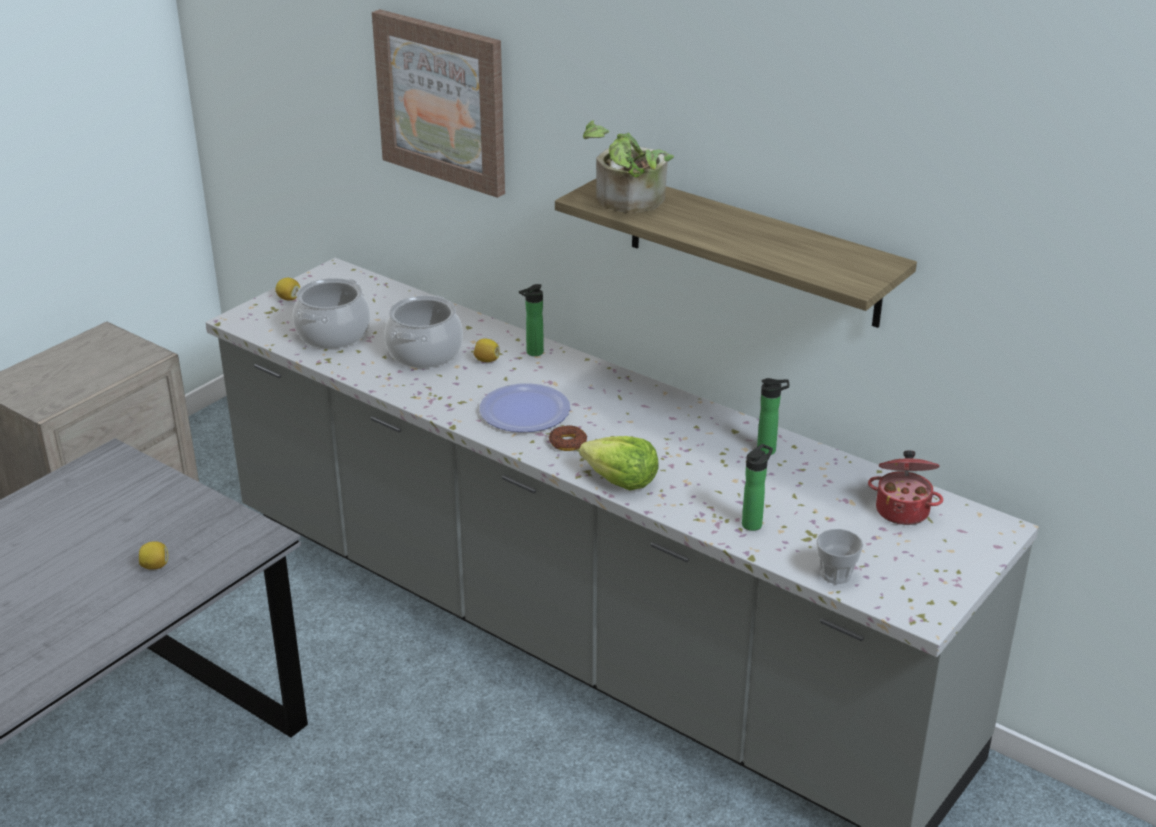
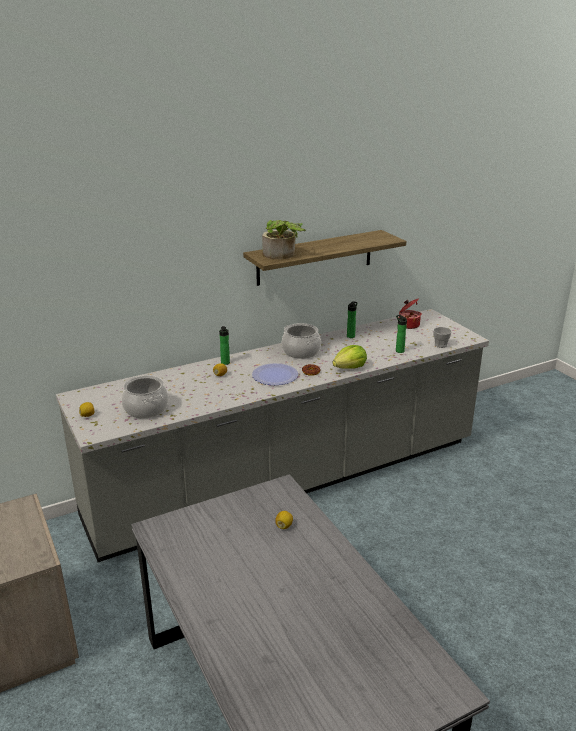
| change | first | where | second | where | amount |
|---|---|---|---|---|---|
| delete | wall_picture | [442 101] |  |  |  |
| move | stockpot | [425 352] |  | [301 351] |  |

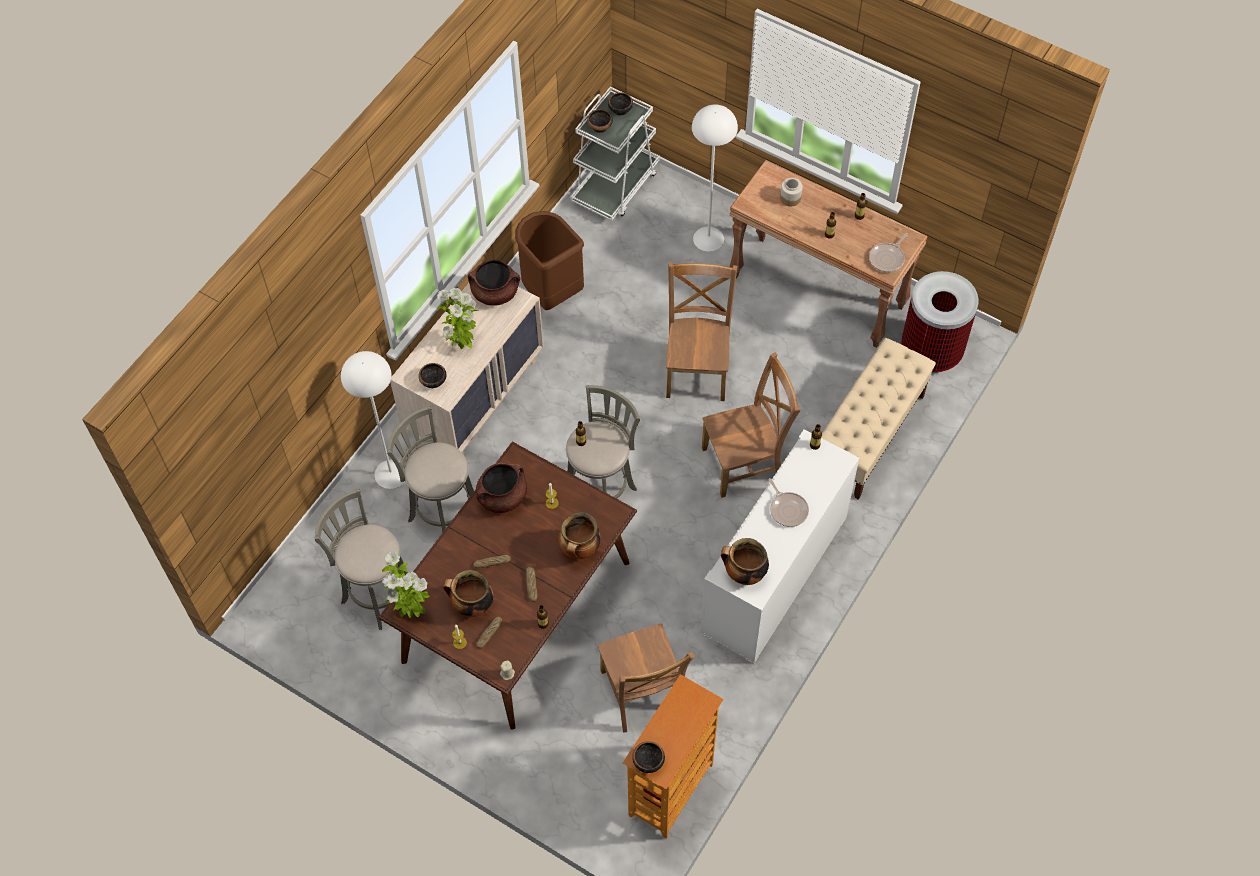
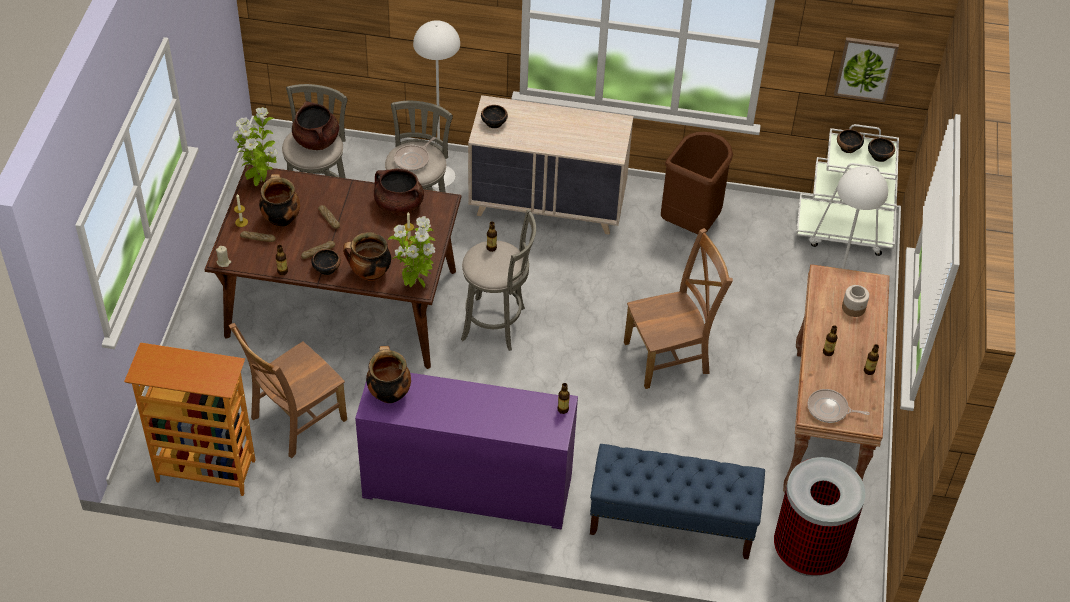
| change | first | where | second | where | amount |
|---|---|---|---|---|---|
| delete | brown_plain_chair | [746 463] |  |  |  |
| insert |  |  | wall_picture | [865 68] |  |
| move | plant_in_a_pot | [462 345] |  | [416 284] |  |
| move | brown_stockpot | [495 293] |  | [316 140] |  |
| move | deep_dish | [648 761] |  | [326 268] |  |
| move | skillet | [788 509] |  | [413 159] |  |
| recolor | white-coloured_cupboard | [774 575] | purple-coloured_cupboard | [467 487] |  |
| recolor | beige_long_seat | [868 435] | blue_long_seat | [671 522] |  |

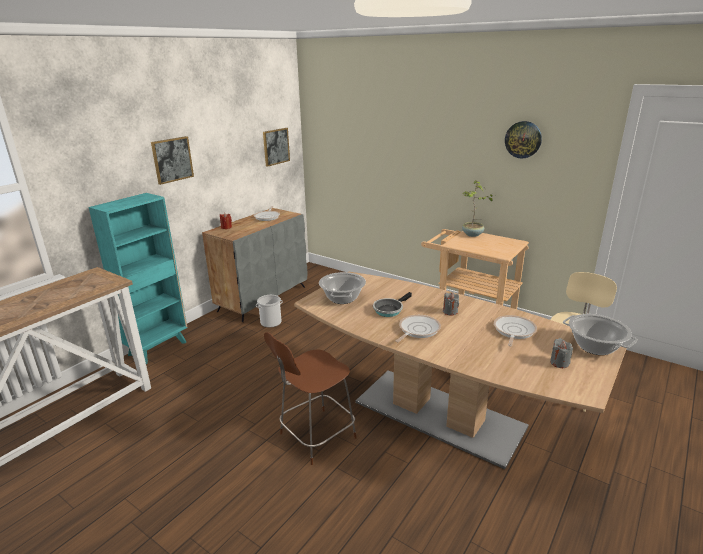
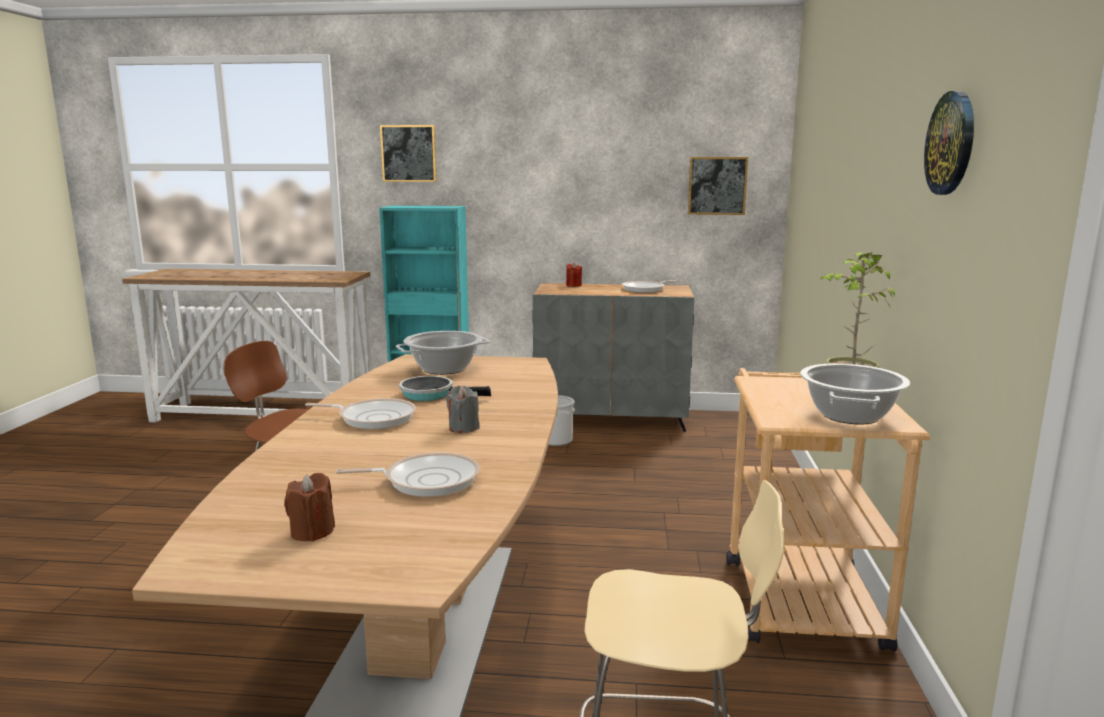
| change | first | where | second | where | amount |
|---|---|---|---|---|---|
| move | wall_picture | [172 159] |  | [409 153] |  |
| move | stockpot | [595 347] |  | [850 415] |  |
| recolor | gray_wax_candle | [559 363] | brown_wax_candle | [312 532] |  |

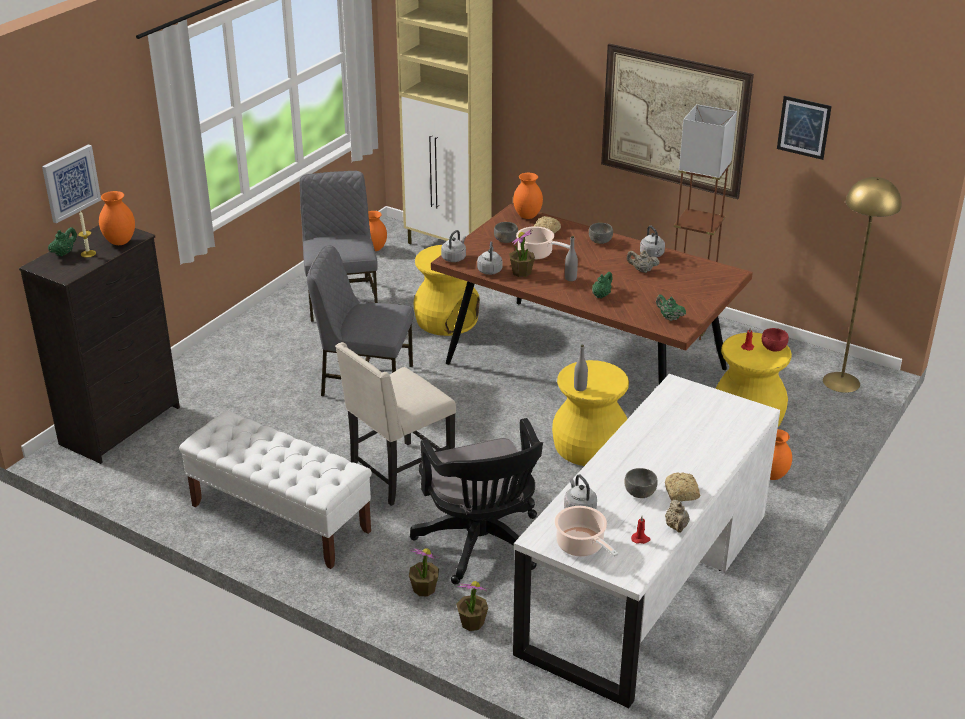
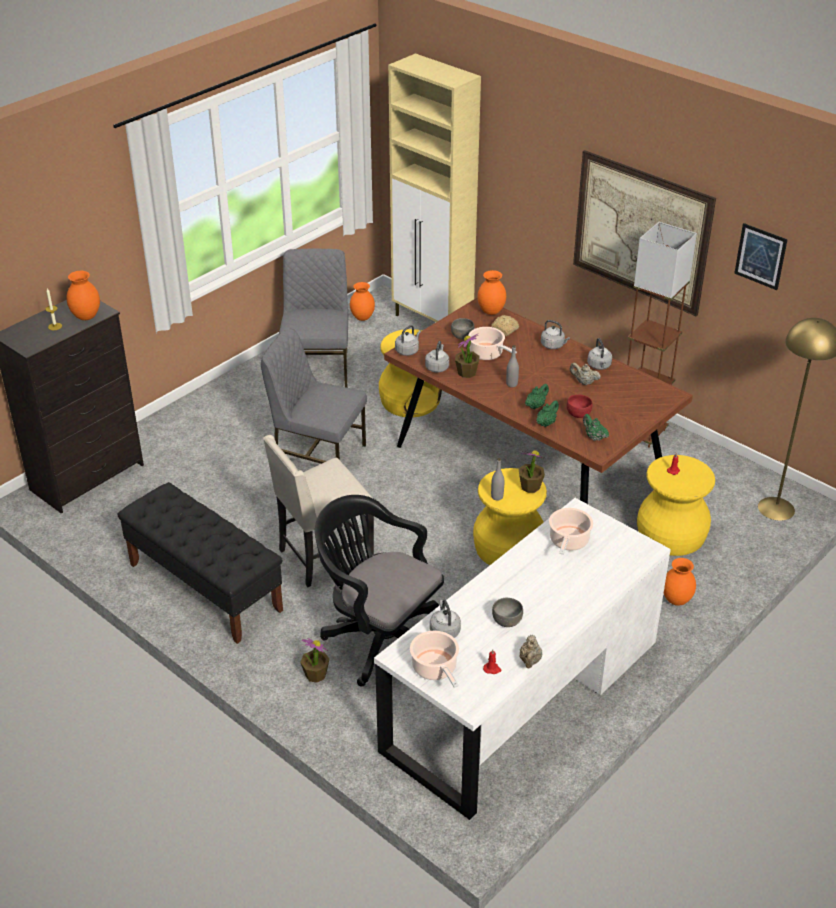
| change | first | where | second | where | amount |
|---|---|---|---|---|---|
| delete | wall_picture | [70 183] |  |  |  |
| delete | bread | [681 493] |  |  |  |
| insert |  |  | stockpot | [568 542] |  |
| move | green-coloured_pot_for_tea | [64 253] |  | [546 423] |  |
| move | plant_in_a_pot | [472 623] |  | [530 486] |  |
| move | red_deep_dish | [773 347] |  | [578 413] |  |
| replace | gray_deep_dish | [600 241] | gray_kettle | [553 345] |  |
| recolor | white-coloured_long_seat | [279 518] | black_long_seat | [204 587] |  |
| rotate | black_office_chair | [482 546] |  | [379 638] | 135 degrees clockwise |

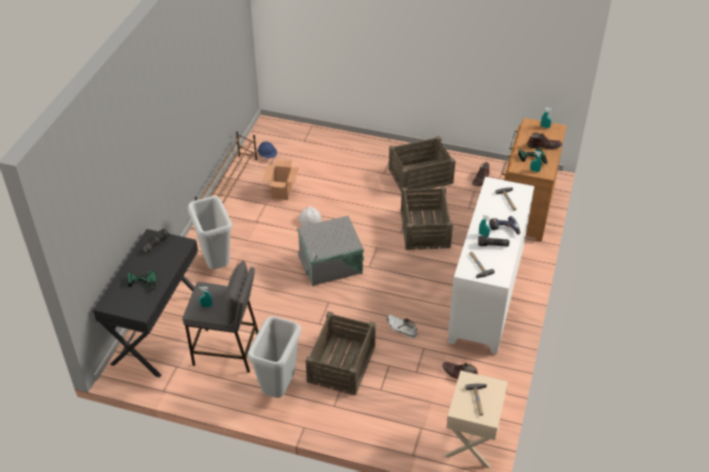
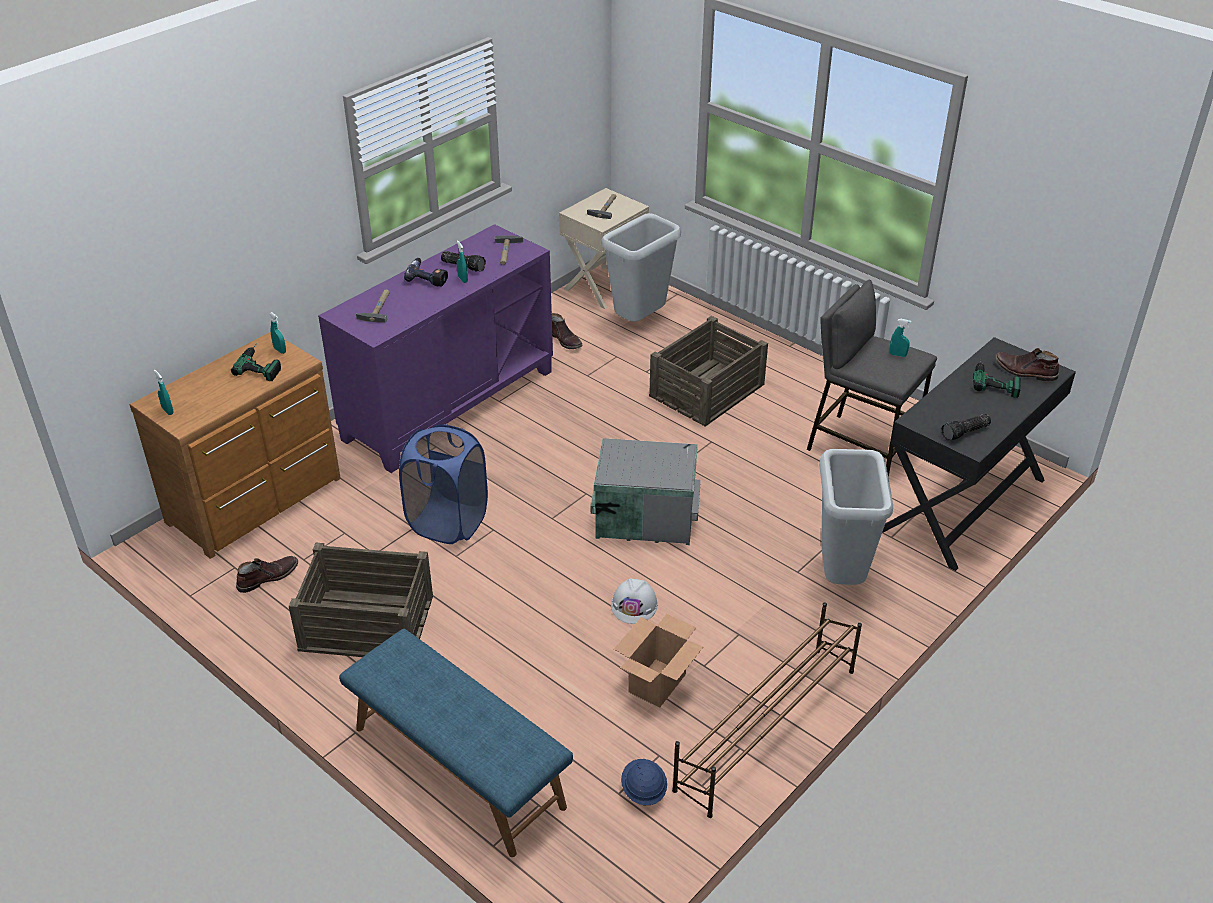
| change | first | where | second | where | amount |
|---|---|---|---|---|---|
| delete | white-coloured_high-top_boot | [401 328] |  |  |  |
| insert |  |  | blue_long_seat | [457 767] |  |
| move | gray_rubbish_bin | [278 388] |  | [640 322] |  |
| move | brown_high-top_boot | [544 146] |  | [1025 371] |  |
| replace | crate | [425 228] | blue_washing_basket | [447 522] |  |
| recolor | white-coloured_cupboard | [487 296] | purple-coloured_cupboard | [449 404] |  |

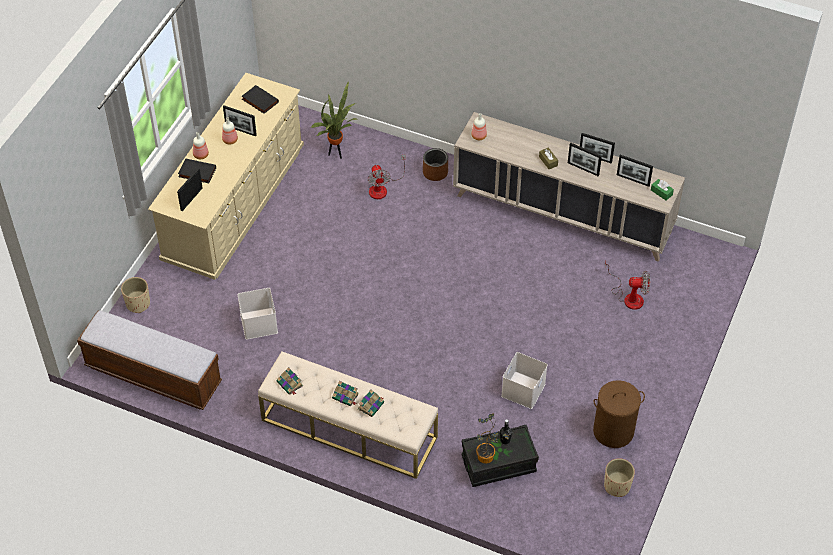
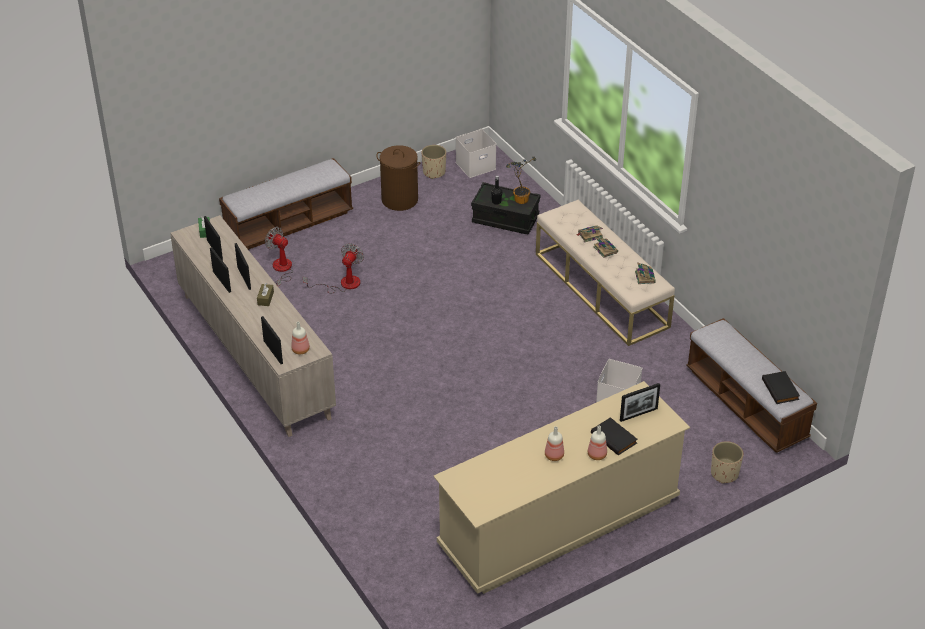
| change | first | where | second | where | amount |
|---|---|---|---|---|---|
| delete | plant_in_a_pot | [336 153] |  |  |  |
| delete | brown_planter | [435 172] |  |  |  |
| insert |  |  | long_seat | [289 223] |  |
| move | standing_frame | [241 130] |  | [273 352] |  |
| move | black_bound_book | [259 101] |  | [781 389] |  |
| move | fan | [382 188] |  | [343 284] |  |
| move | white-coloured_storage_container | [523 391] |  | [476 165] |  |

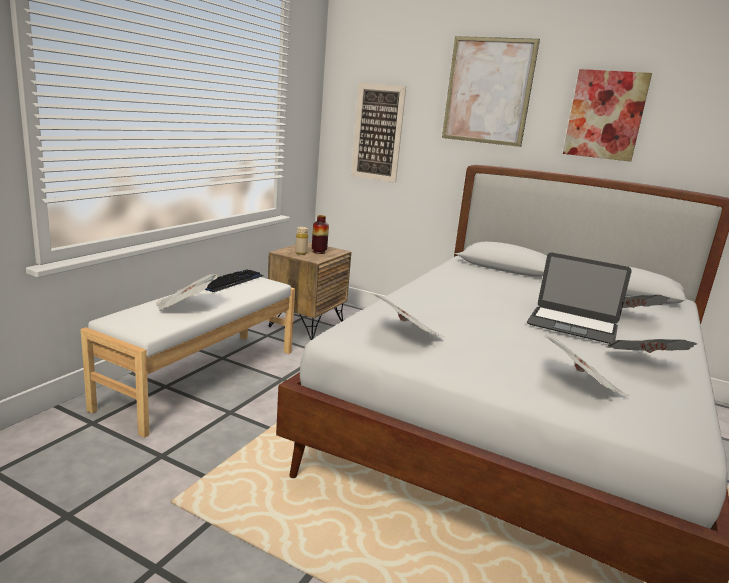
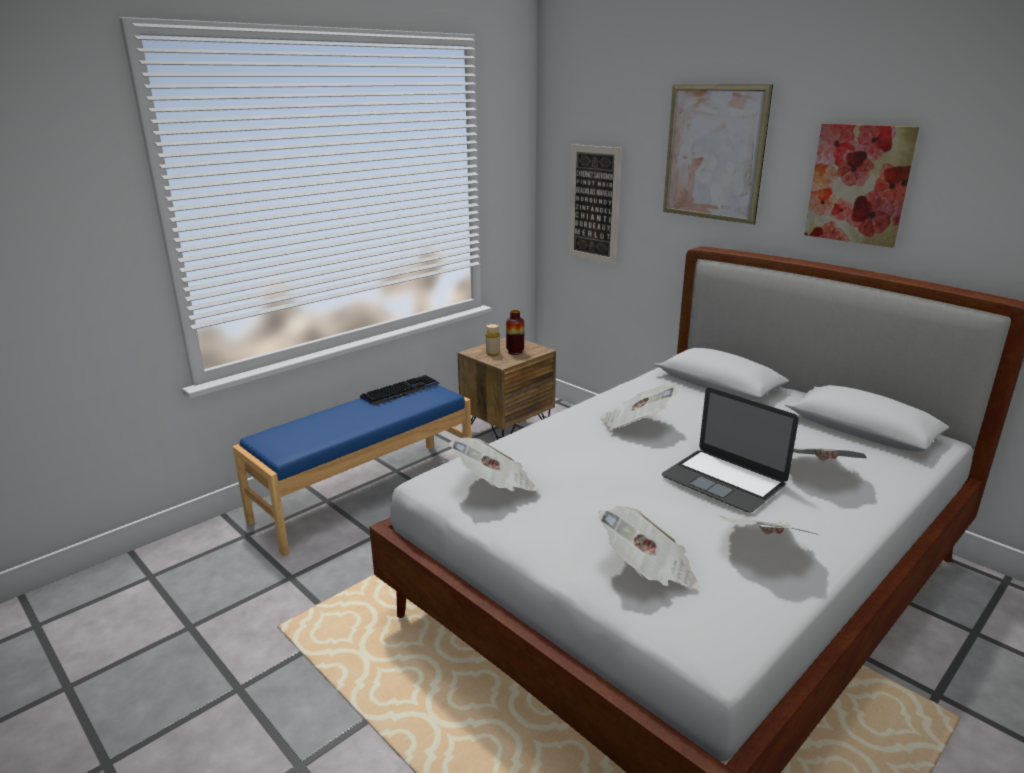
| change | first | where | second | where | amount |
|---|---|---|---|---|---|
| move | newspaper | [185 307] |  | [634 424] |  |
| recolor | white-coloured_long_seat | [201 377] | blue_long_seat | [365 493] |  |

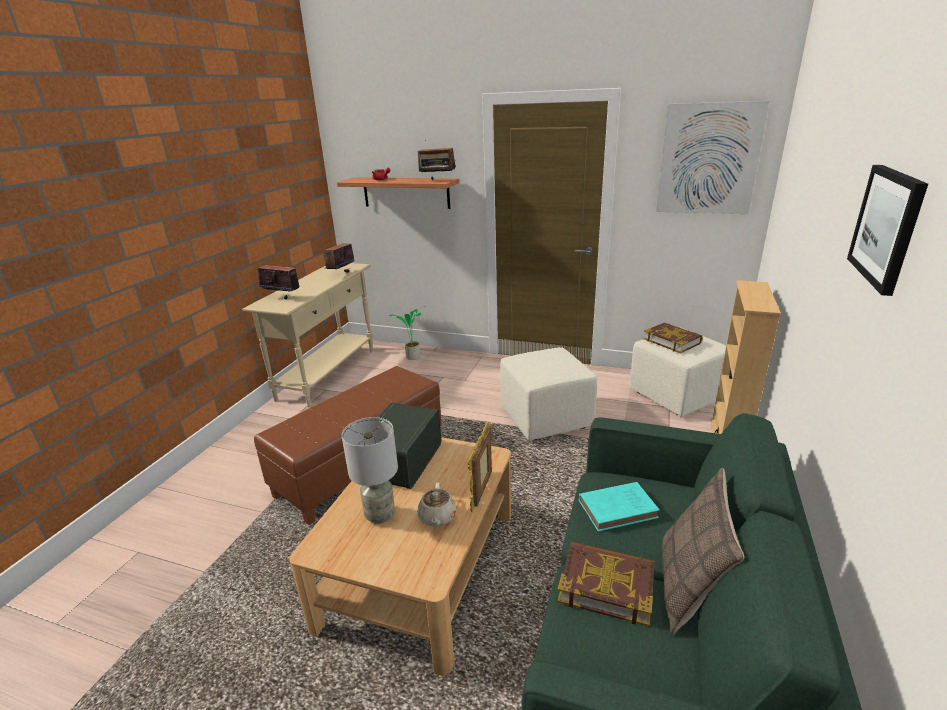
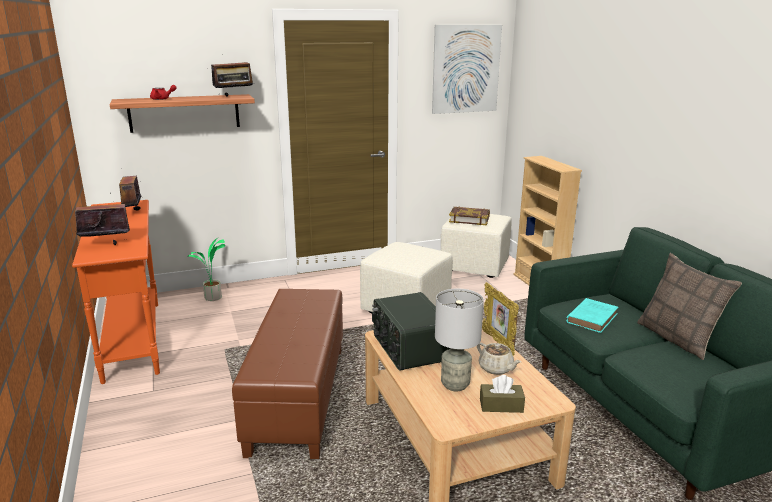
| change | first | where | second | where | amount |
|---|---|---|---|---|---|
| delete | bound_book | [606 586] |  |  |  |
| delete | wall_picture | [887 226] |  |  |  |
| insert |  |  | brown_tissue_holder | [501 405] |  |
| recolor | beige_console_table | [328 374] | orange_console_table | [133 339] |  |

